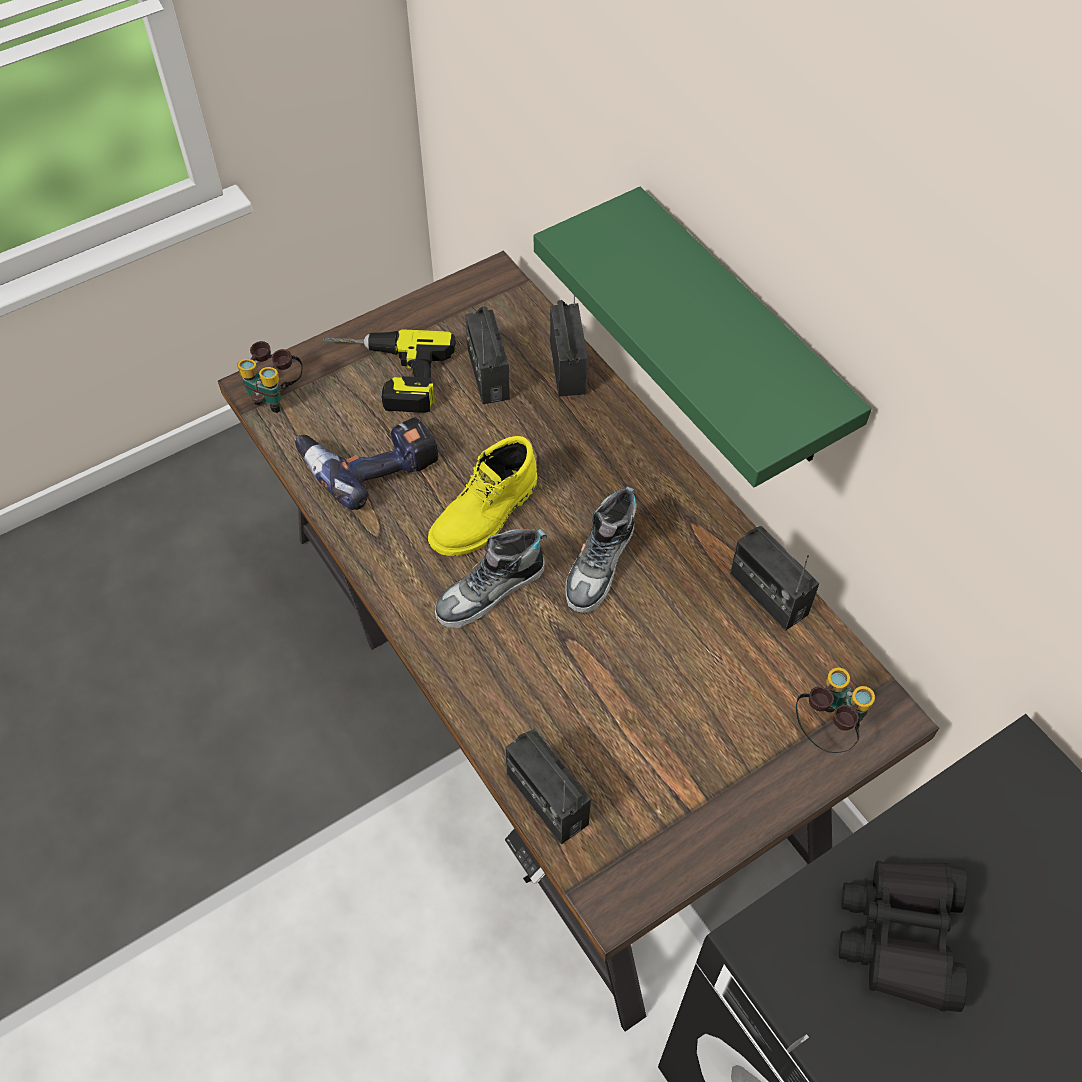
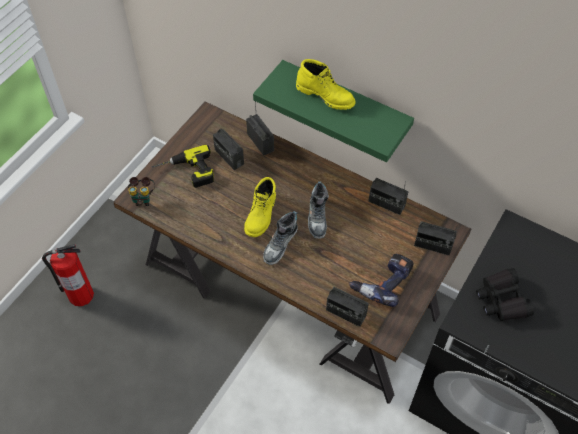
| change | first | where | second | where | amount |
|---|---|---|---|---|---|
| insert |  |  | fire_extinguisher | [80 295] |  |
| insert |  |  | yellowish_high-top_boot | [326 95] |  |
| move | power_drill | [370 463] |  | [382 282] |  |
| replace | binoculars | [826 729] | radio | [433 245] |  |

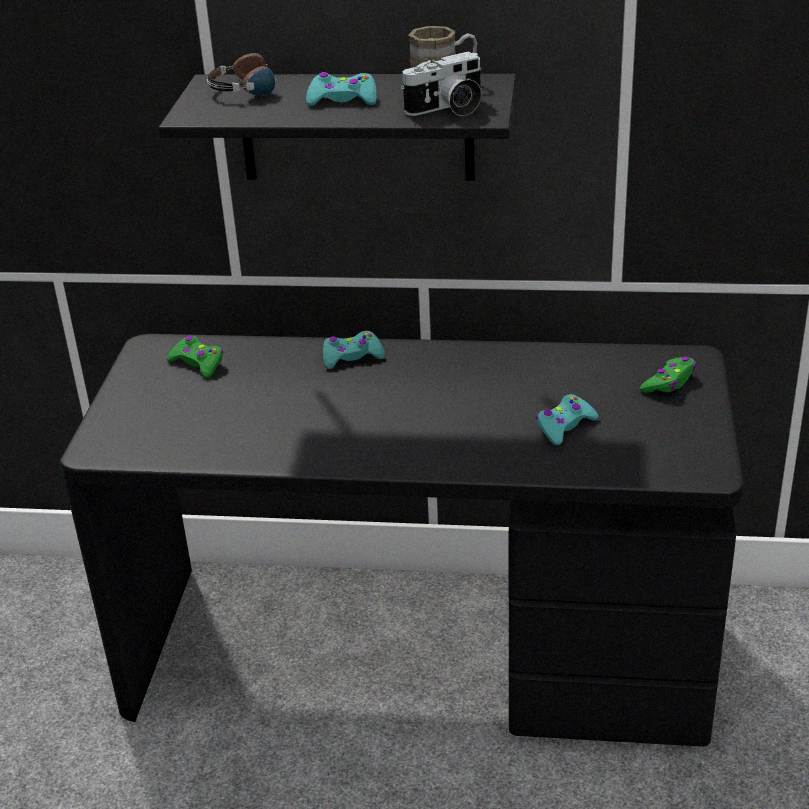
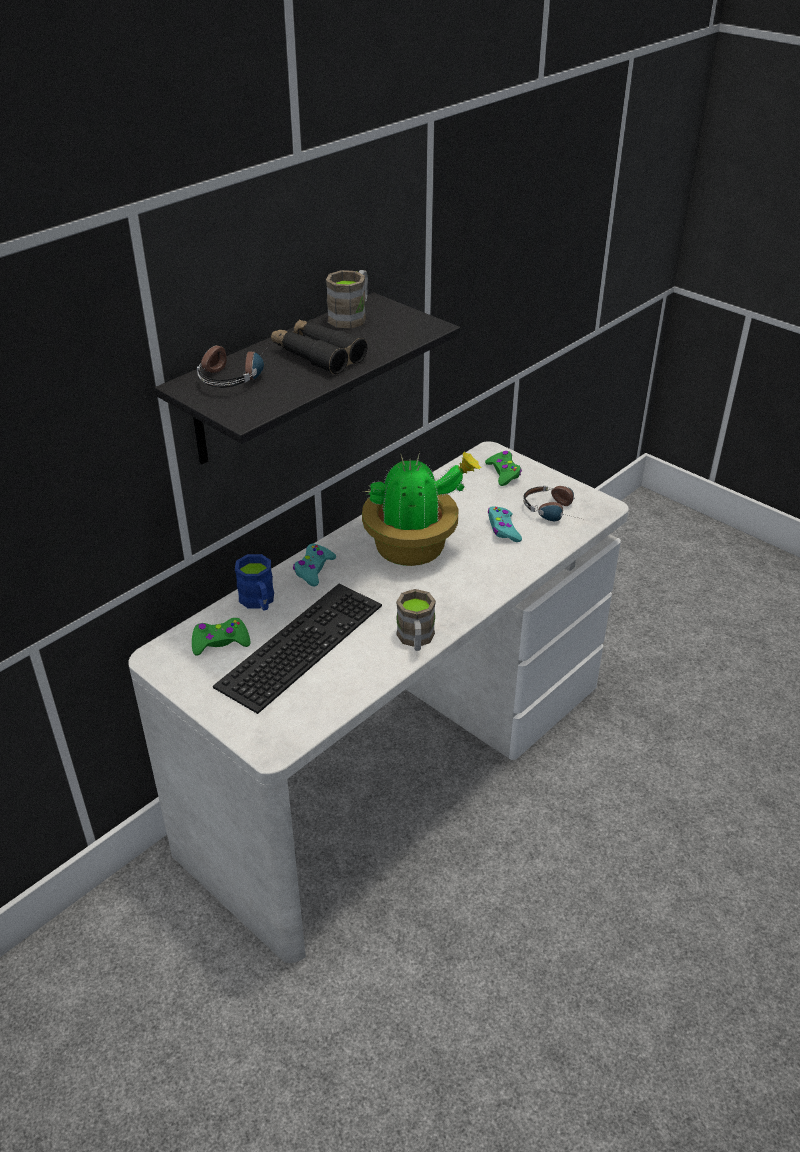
| change | first | where | second | where | amount |
|---|---|---|---|---|---|
| delete | photo_camera | [448 109] |  |  |  |
| insert |  |  | keyboard | [299 642] |  |
| insert |  |  | blue_coffee_mug | [259 602] |  |
| insert |  |  | plant_in_a_pot | [414 548] |  |
| insert |  |  | brown_coffee_mug | [416 640] |  |
| insert |  |  | headphones | [556 511] |  |
| replace | turquoise-coloured_joypad | [342 99] | black_binoculars | [317 355] |  |
| recolor | black_desk_unit | [418 652] | white-coloured_desk_unit | [398 762] |  |

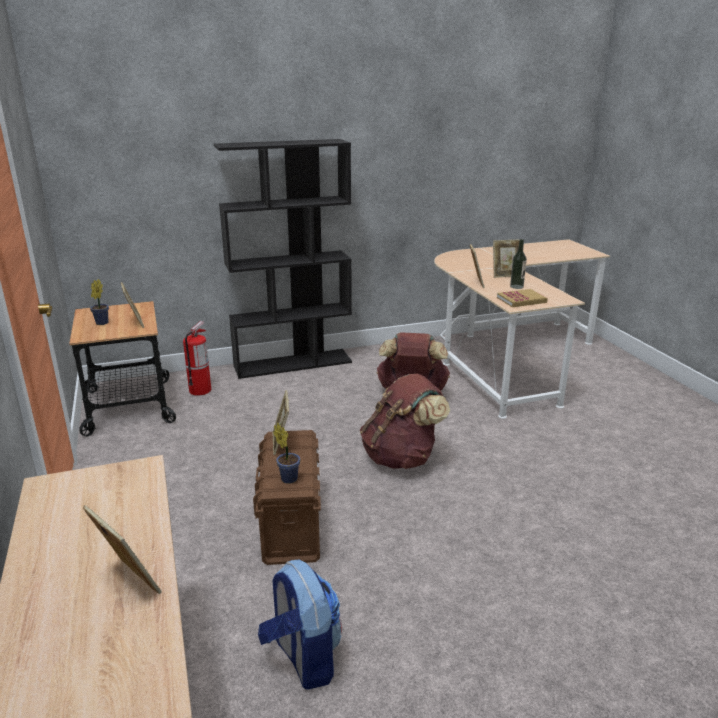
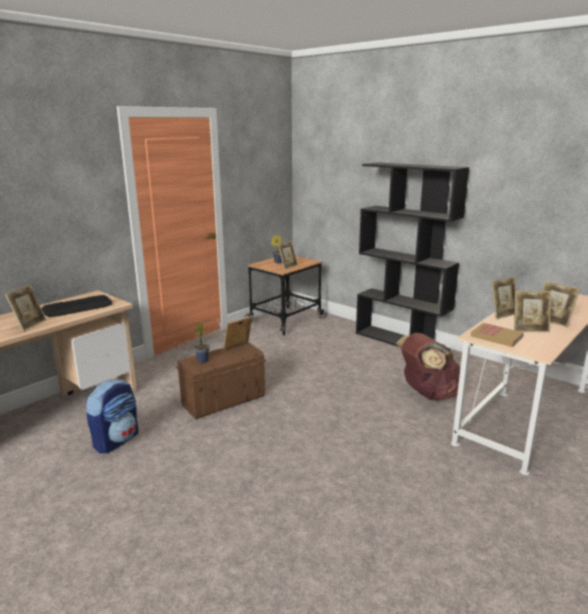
| change | first | where | second | where | amount |
|---|---|---|---|---|---|
| delete | fire_extinguisher | [200 390] |  |  |  |
| delete | brown_backpack | [402 457] |  |  |  |
| insert |  |  | keyboard | [78 307] |  |
| replace | bottle | [516 286] | standing_frame | [529 329] |  |

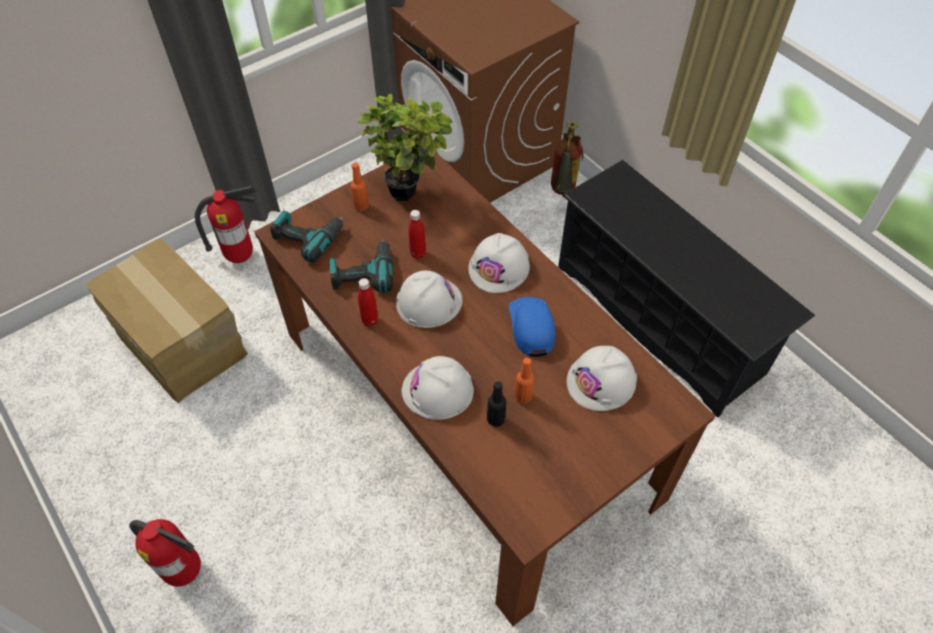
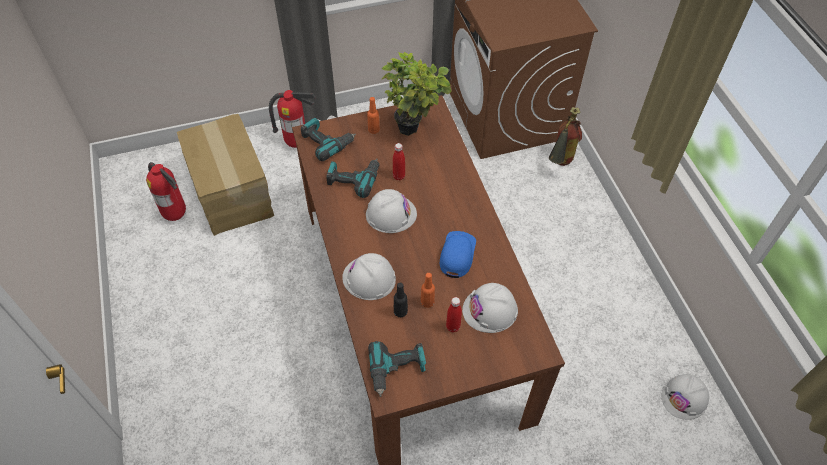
| change | first | where | second | where | amount |
|---|---|---|---|---|---|
| delete | black_shoe_rack | [659 319] |  |  |  |
| insert |  |  | power_drill | [397 370] |  |
| move | fire_extinguisher | [186 570] |  | [176 215] |  |
| move | red_bottle | [370 320] |  | [453 327] |  |
| move | white-coloured_work_helmet | [499 267] |  | [684 398] |  |

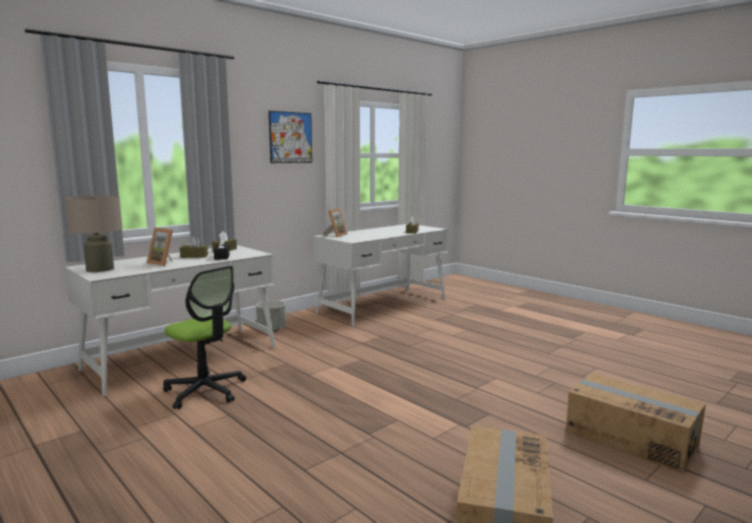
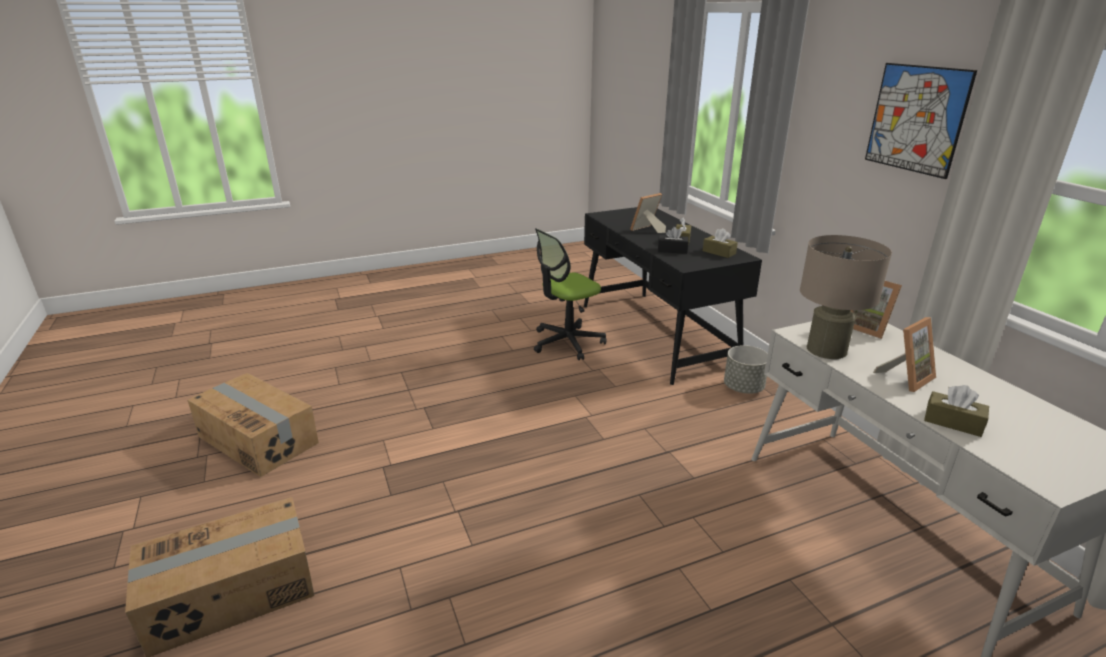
| change | first | where | second | where | amount |
|---|---|---|---|---|---|
| insert |  |  | standing_frame | [905 378] |  |
| move | beige_tabletop_lamp | [100 269] |  | [826 349] |  |
| recolor | white-coloured_desk_unit | [183 358] | black_desk_unit | [656 334] |  |

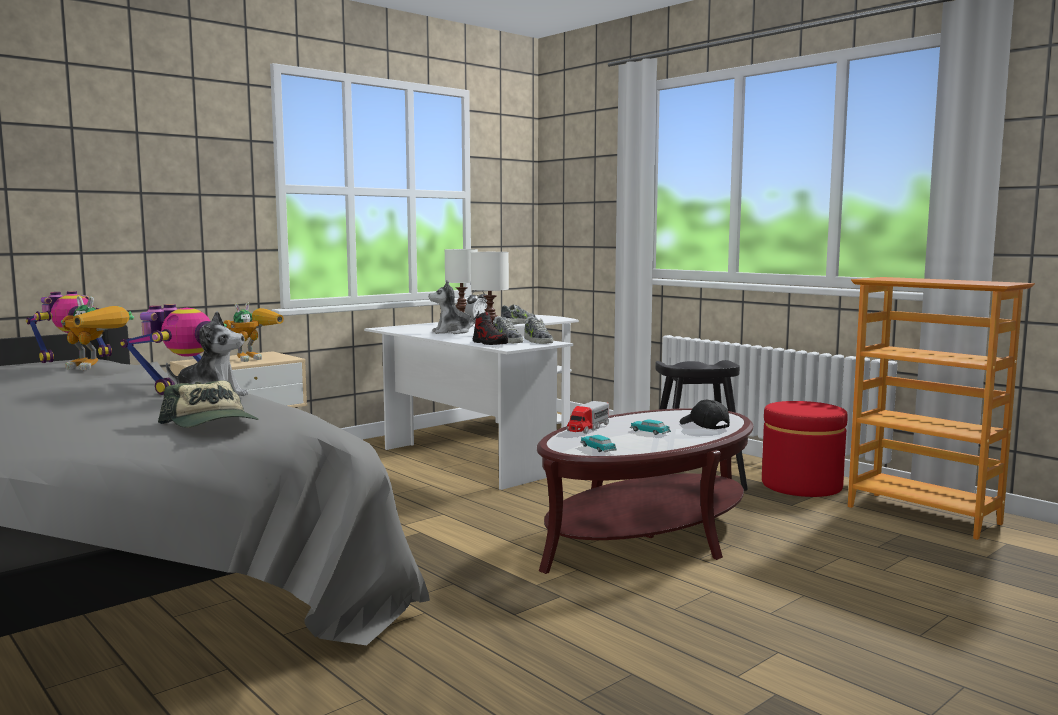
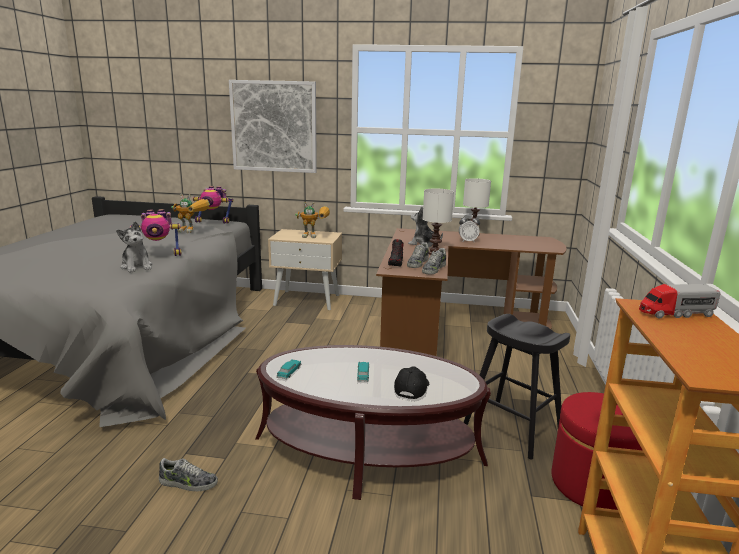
| change | first | where | second | where | amount |
|---|---|---|---|---|---|
| delete | baseball_cap | [212 424] |  |  |  |
| insert |  |  | wall_picture | [274 126] |  |
| move | shoe | [519 323] |  | [188 483] |  |
| move | toy_lorry | [587 428] |  | [675 313] |  |
| recolor | white-coloured_desk_unit | [483 445] | brown_desk_unit | [451 330] |  |
| rotate | robot_figure | [97 368] |  | [193 231] | 60 degrees counterclockwise |

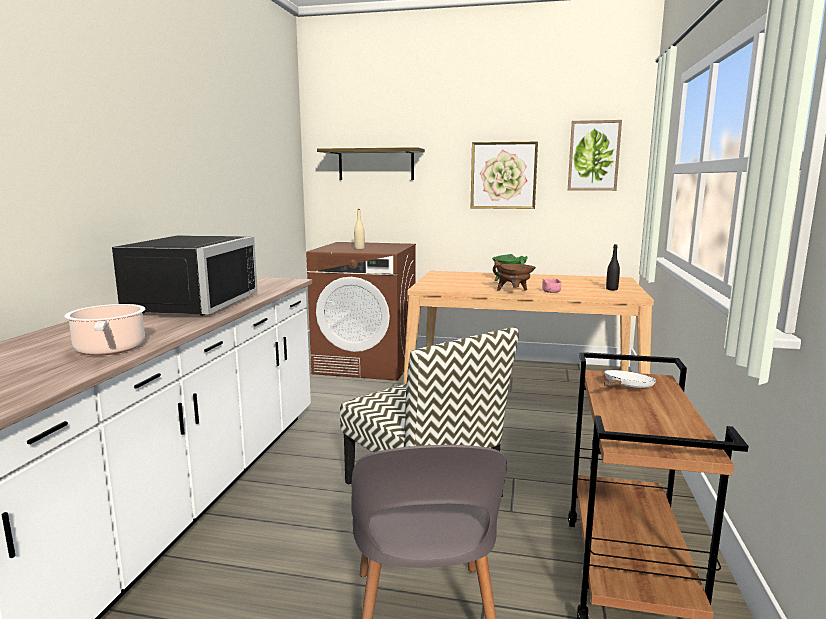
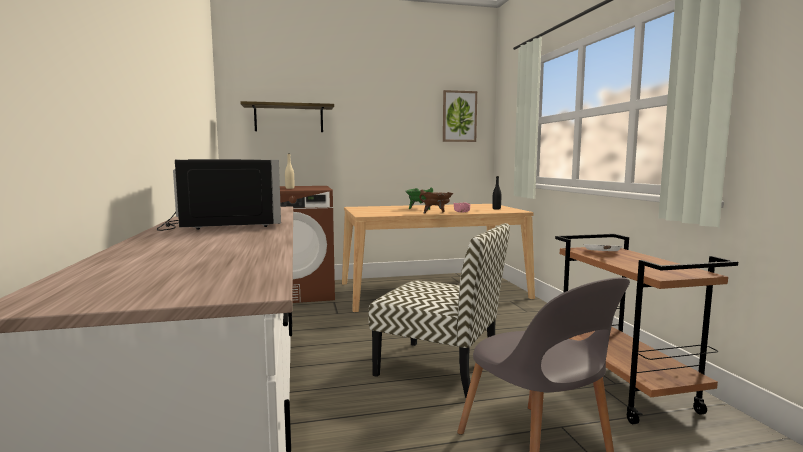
| change | first | where | second | where | amount |
|---|---|---|---|---|---|
| delete | stockpot | [110 350] |  |  |  |
| delete | wall_picture | [503 175] |  |  |  |

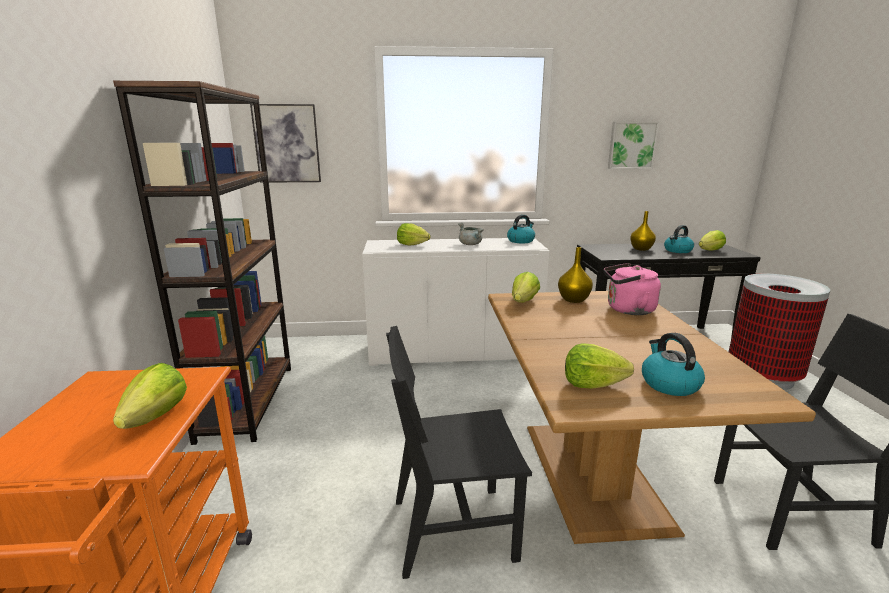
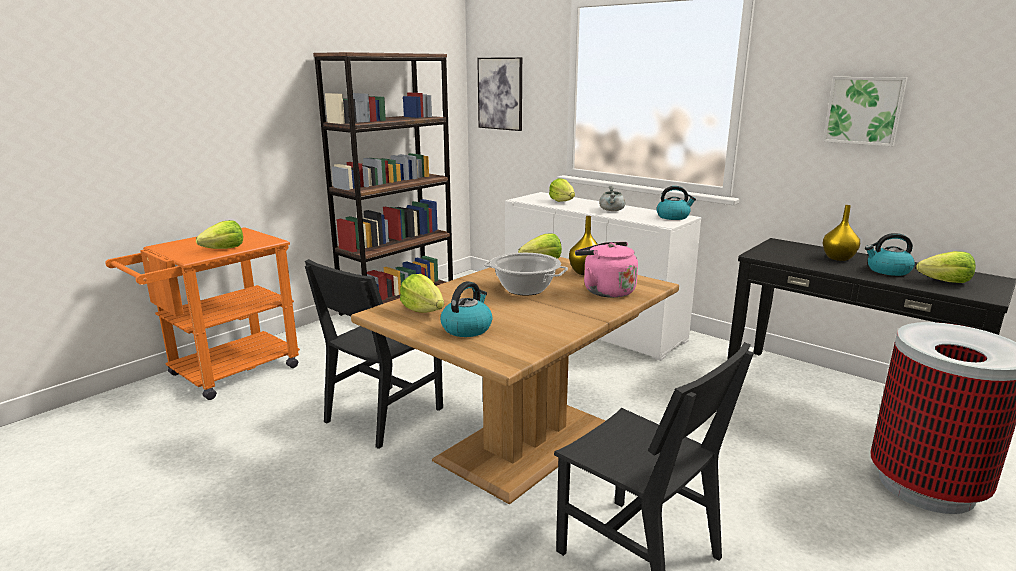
| change | first | where | second | where | amount |
|---|---|---|---|---|---|
| insert |  |  | stockpot | [524 289] |  |
| rotate | black_plain_chair | [453 529] |  | [384 415] | 90 degrees counterclockwise |

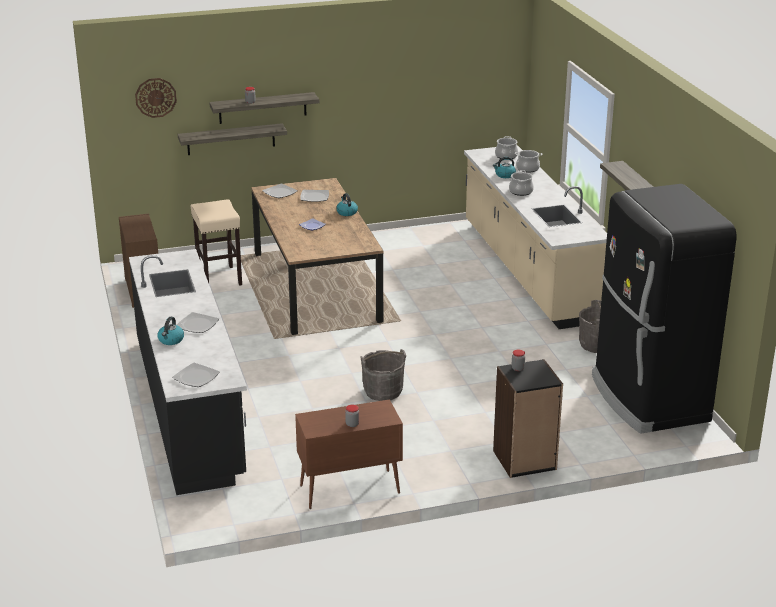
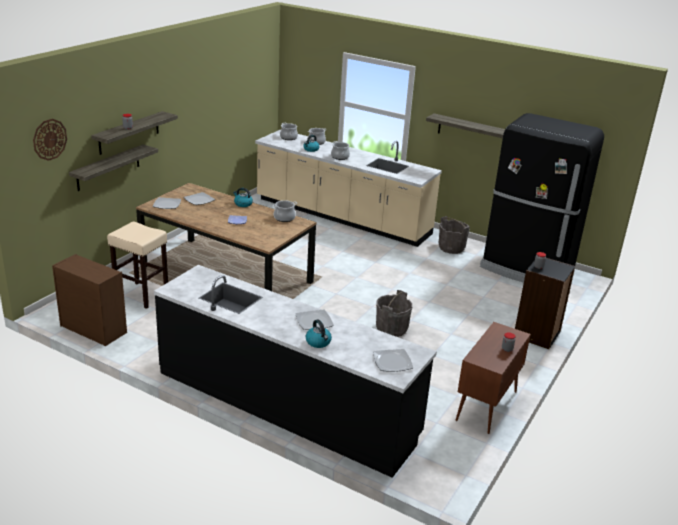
| change | first | where | second | where | amount |
|---|---|---|---|---|---|
| insert |  |  | stockpot | [284 218] |  |

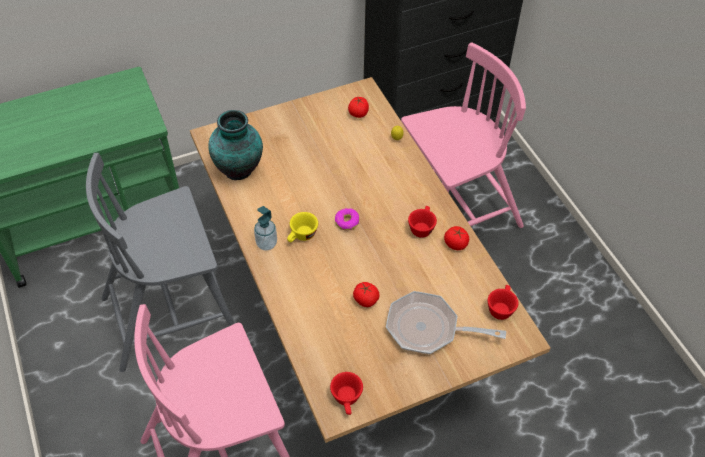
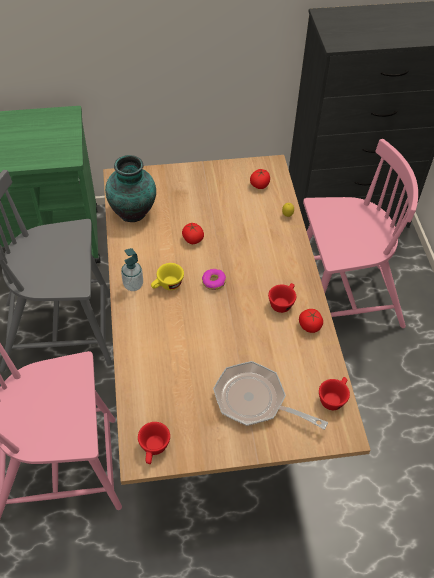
| change | first | where | second | where | amount |
|---|---|---|---|---|---|
| move | fresh_tomato | [365 300] |  | [192 239] |  |

